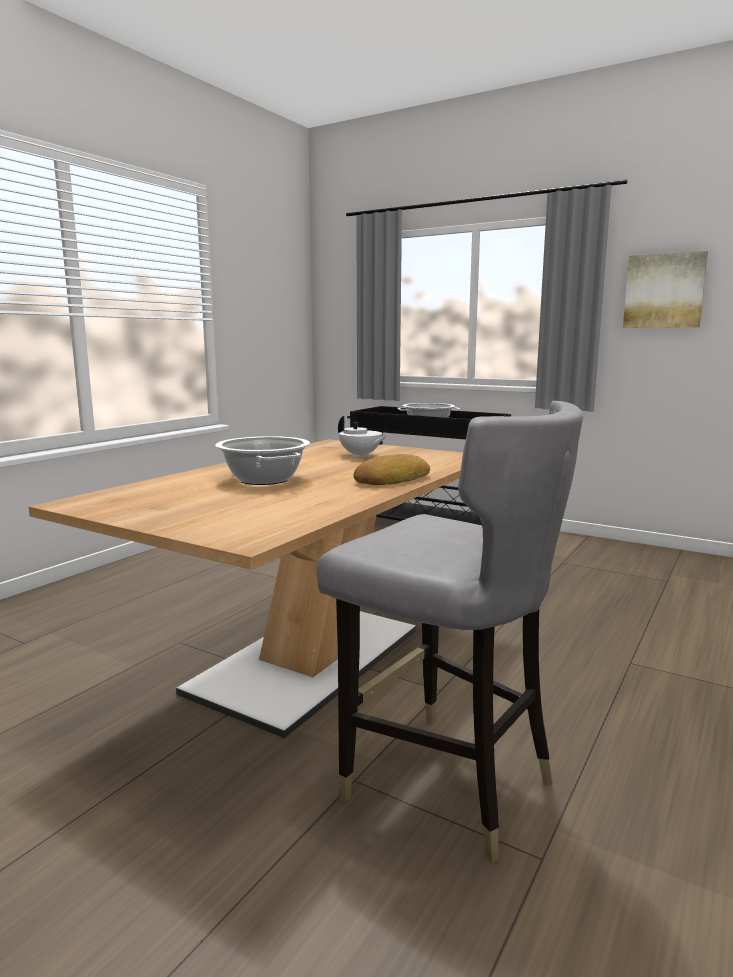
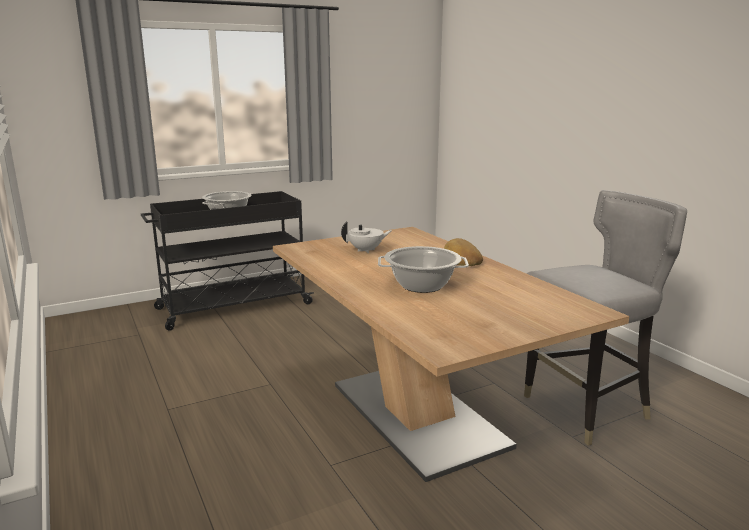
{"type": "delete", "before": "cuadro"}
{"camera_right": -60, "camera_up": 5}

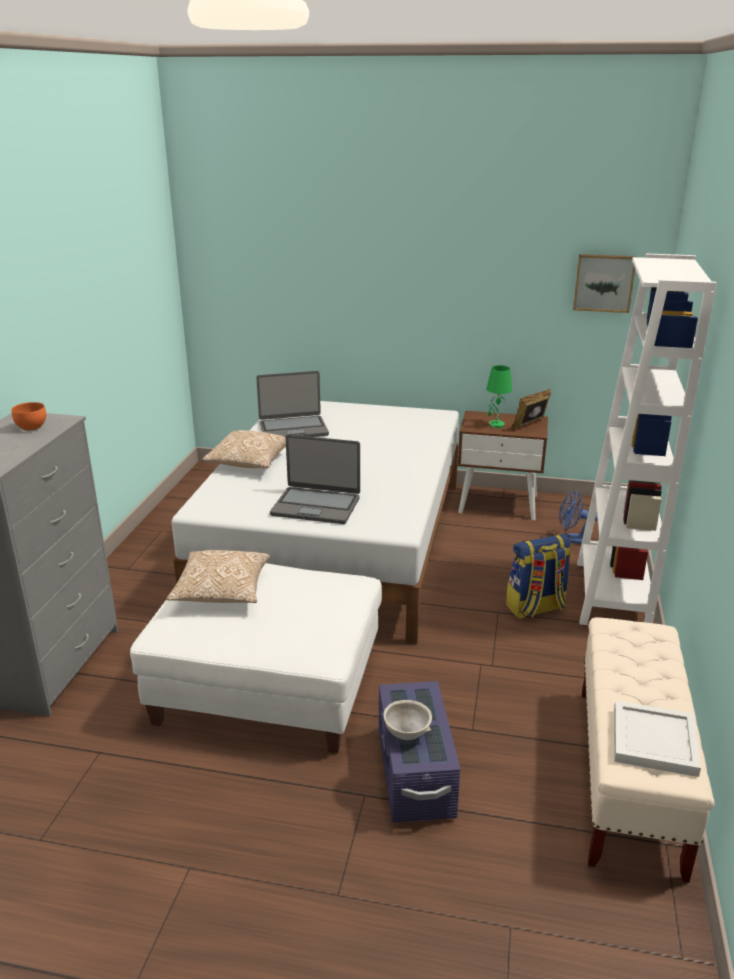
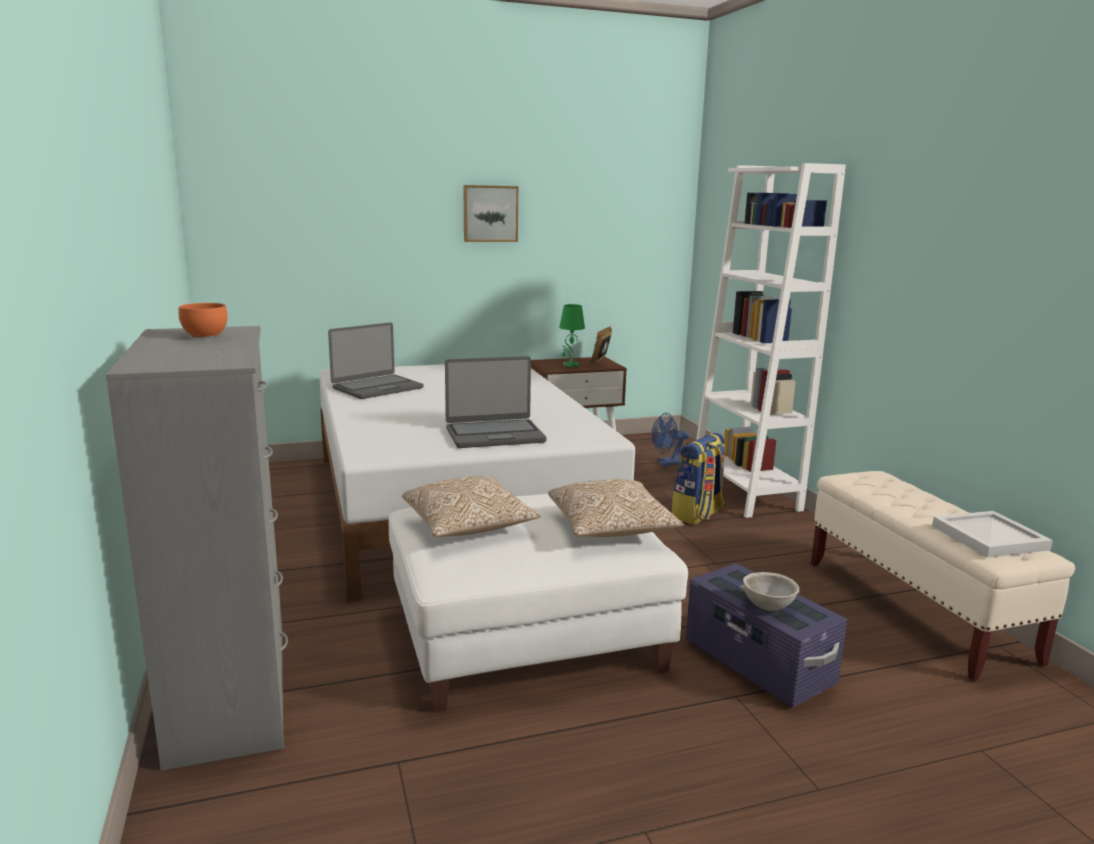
{"type": "move", "before": "cojín (2nd from left)"}
{"type": "move", "before": "cuadro"}
{"camera_right": -30, "camera_up": -10}

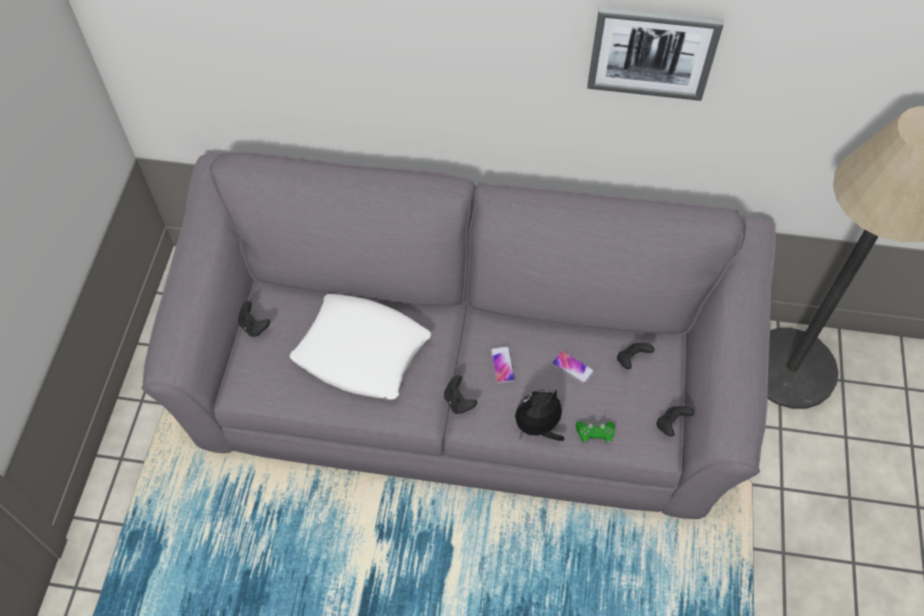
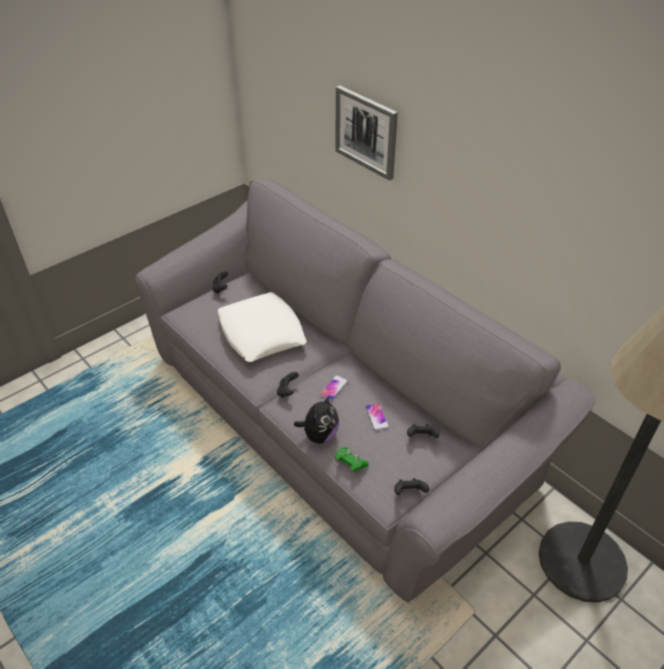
{"type": "rotate", "before": "peluche", "turn": 105}
{"type": "move", "before": "cuadro"}
{"camera_right": 40, "camera_up": -15}

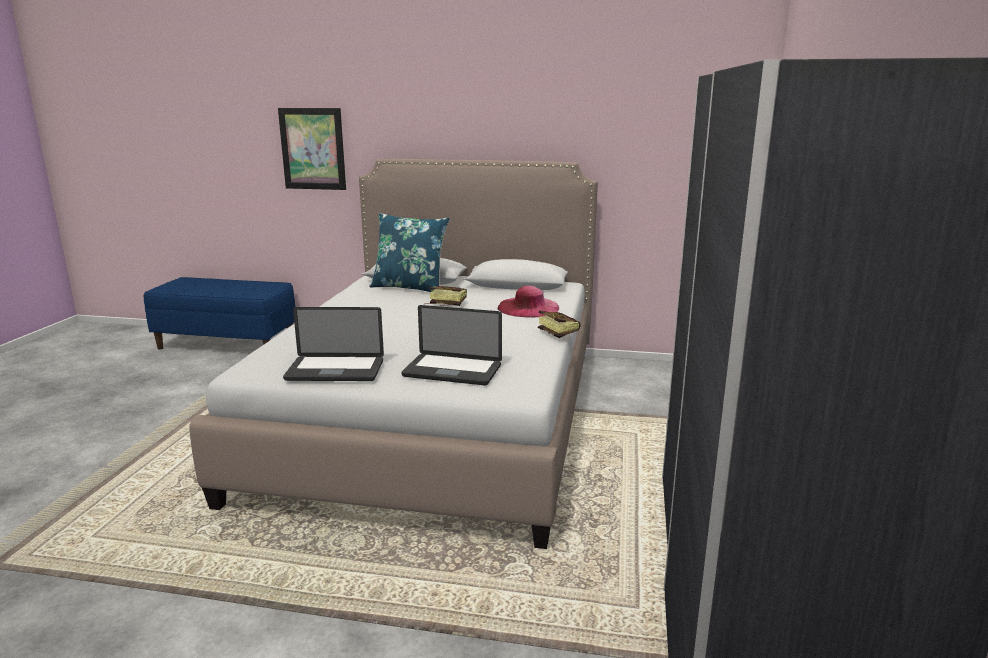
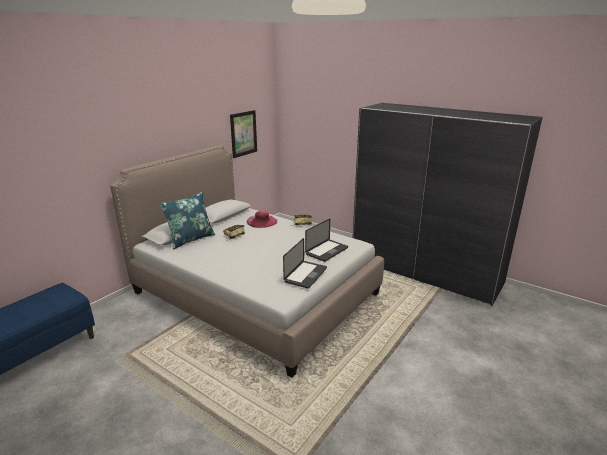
{"type": "move", "before": "cuadro"}
{"camera_right": -65, "camera_up": 5}

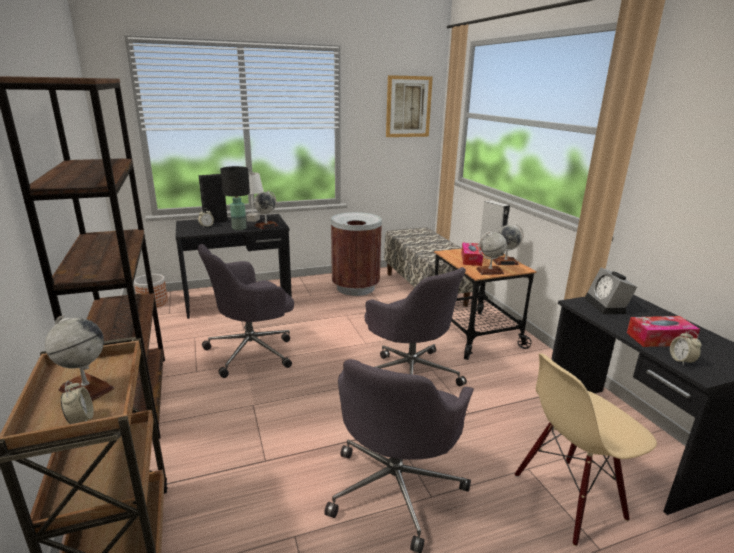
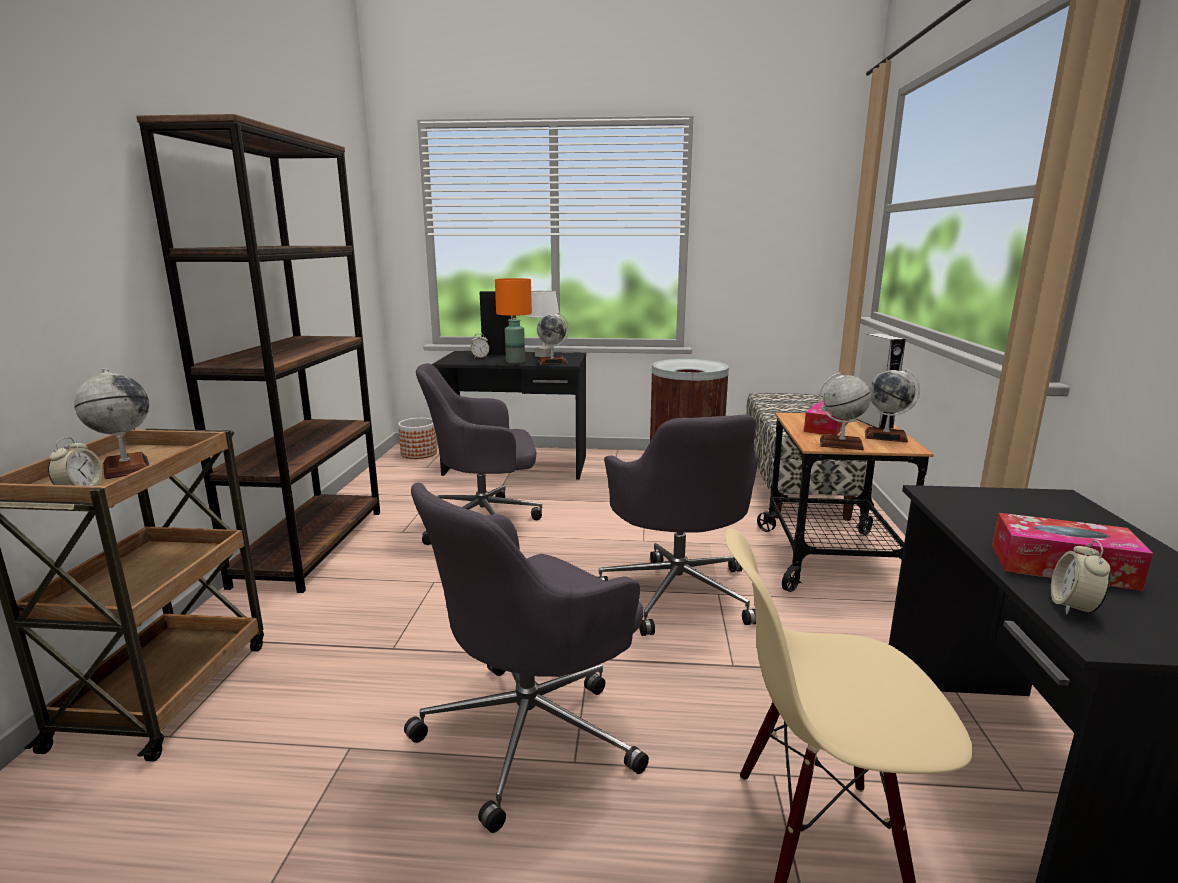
{"type": "recolor", "before": "lámpara de mesa/negro", "after": "lámpara de mesa/naranja"}
{"type": "delete", "before": "cuadro"}
{"type": "delete", "before": "despertador (3rd from left)"}
{"camera_right": 25, "camera_up": -5}

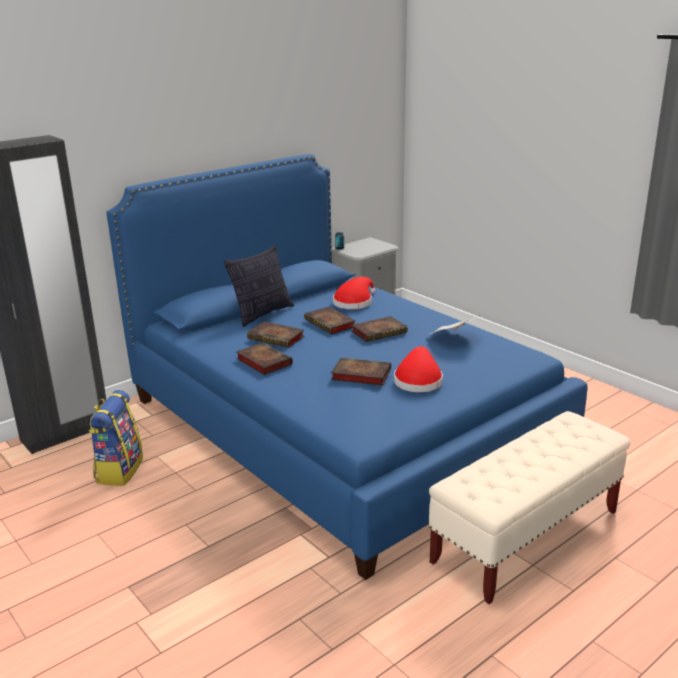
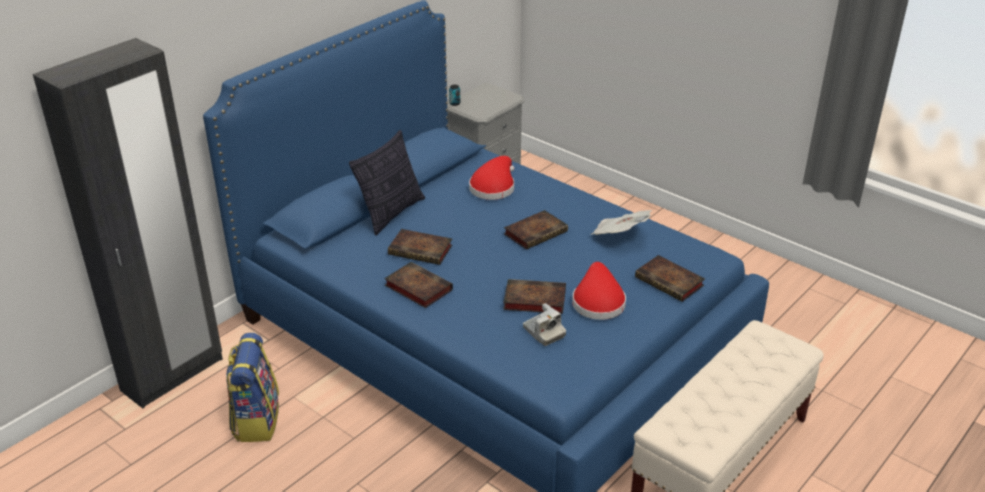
{"type": "move", "before": "libro (3rd from left in the first image)", "after": "libro (5th from left)"}
{"type": "insert", "after": "cámara"}
{"camera_right": -10, "camera_up": 10}

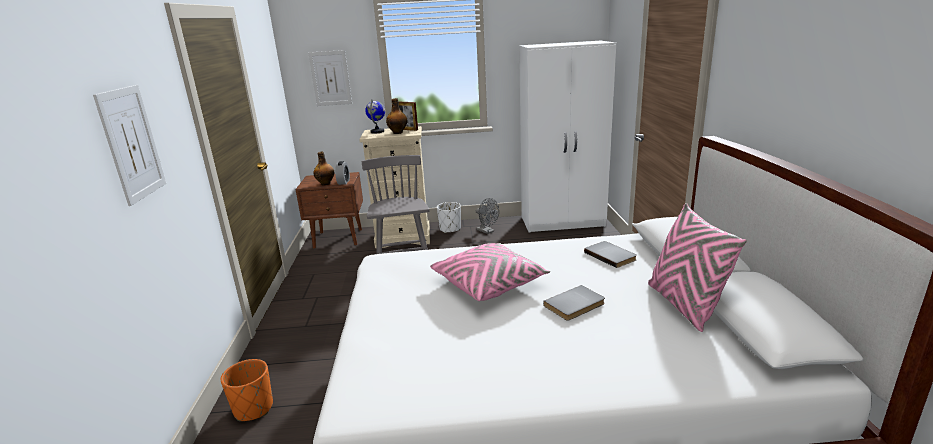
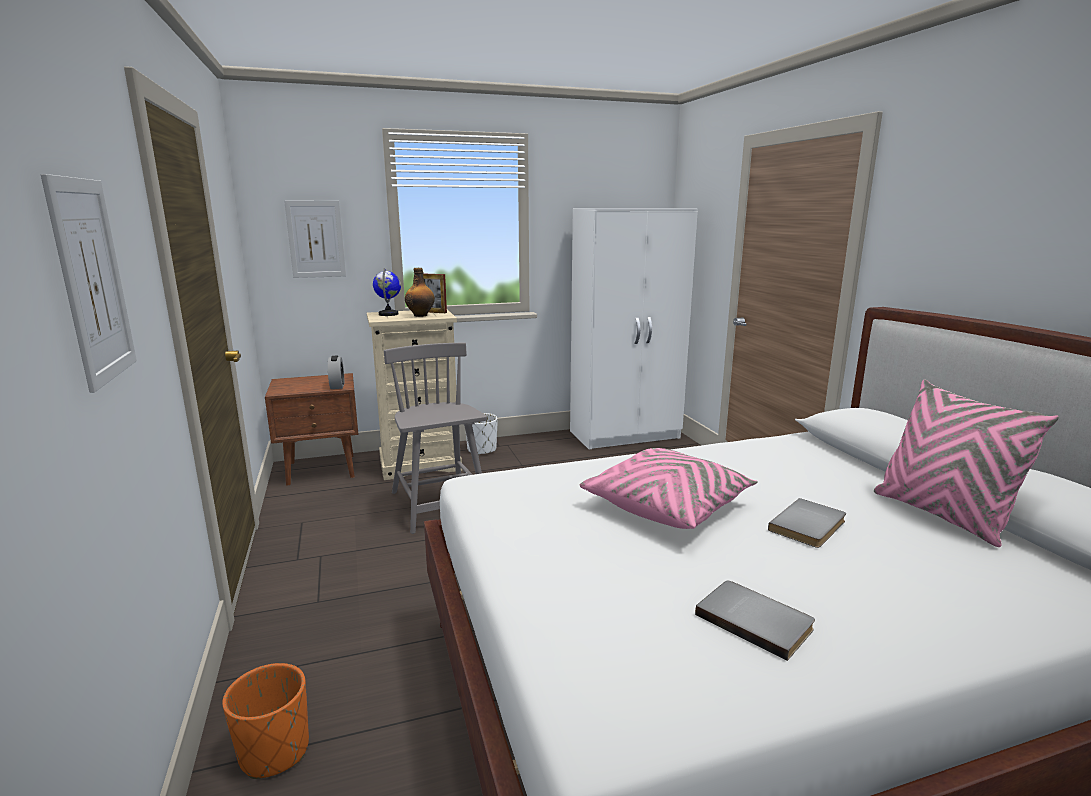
{"type": "delete", "before": "botella (1st from left)"}
{"type": "delete", "before": "ventilador/gris"}
{"type": "move", "before": "libro/gris (2nd from left in the first image)", "after": "libro/gris (1st from left)"}
{"camera_right": -15, "camera_up": -5}

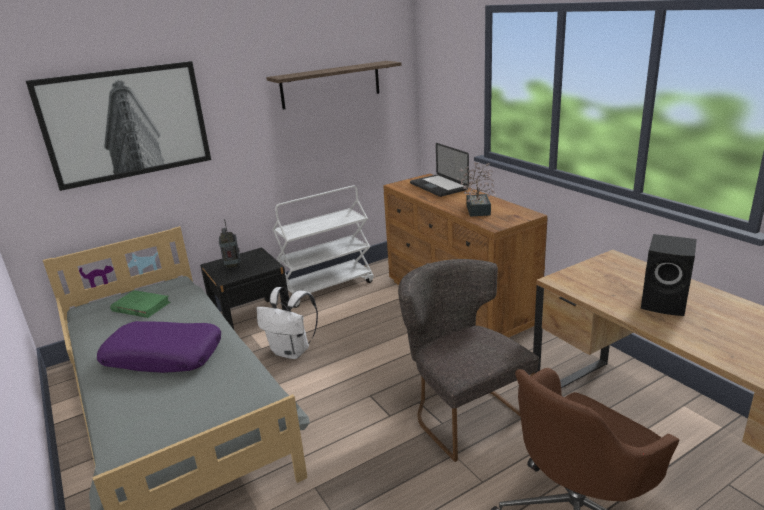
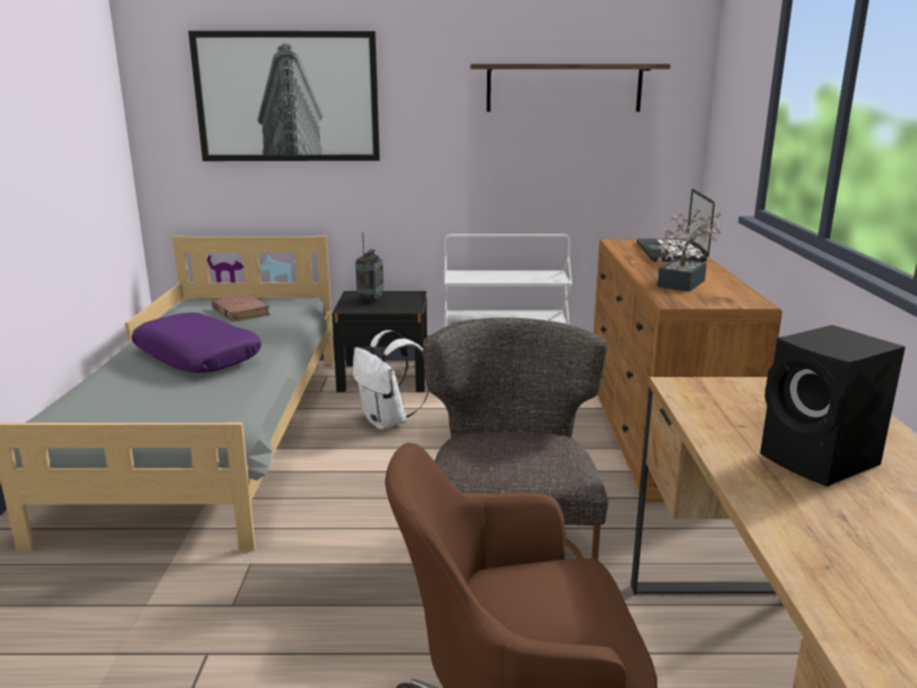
{"type": "recolor", "before": "libro/verde", "after": "libro/marrón"}
{"camera_right": 30, "camera_up": -5}

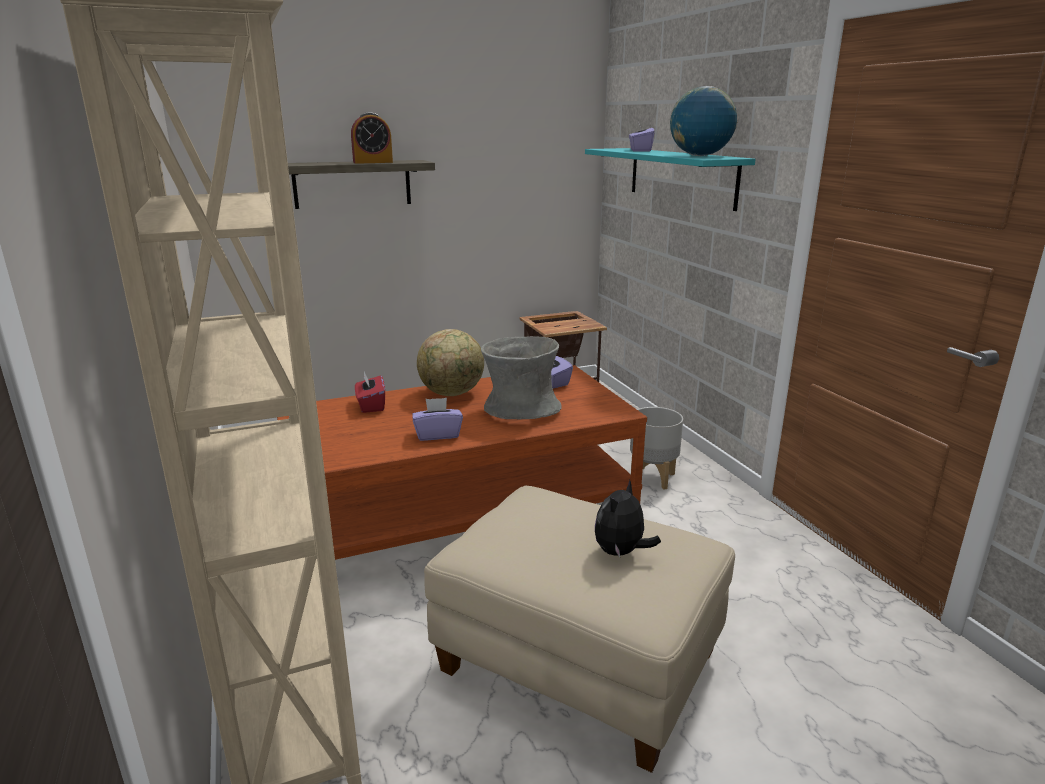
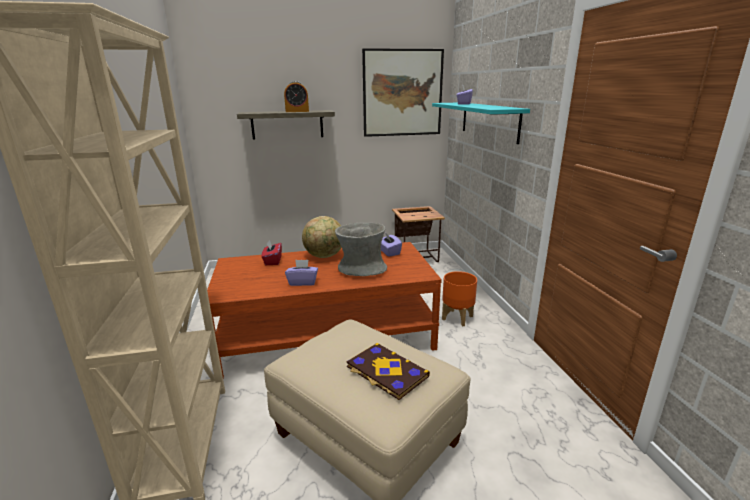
{"type": "replace", "before": "peluche", "after": "libro"}
{"type": "recolor", "before": "maceta/gris", "after": "maceta/naranja"}
{"type": "delete", "before": "globo terráqueo (2nd from left)"}
{"type": "insert", "after": "cuadro"}
{"camera_right": 10, "camera_up": 0}

